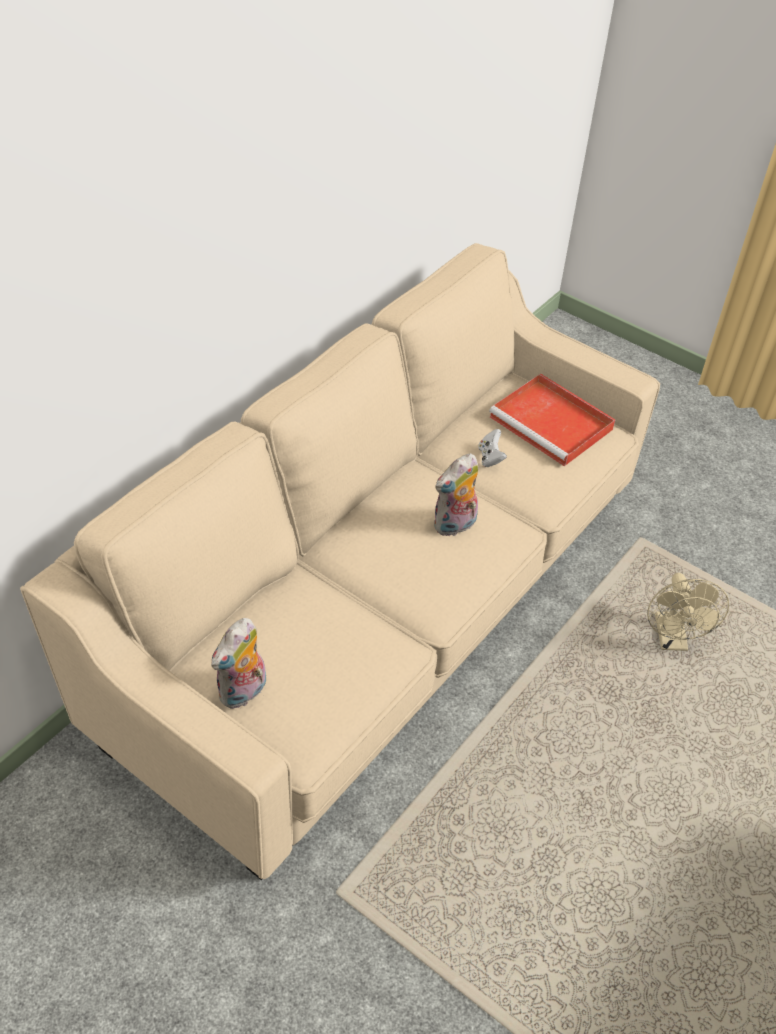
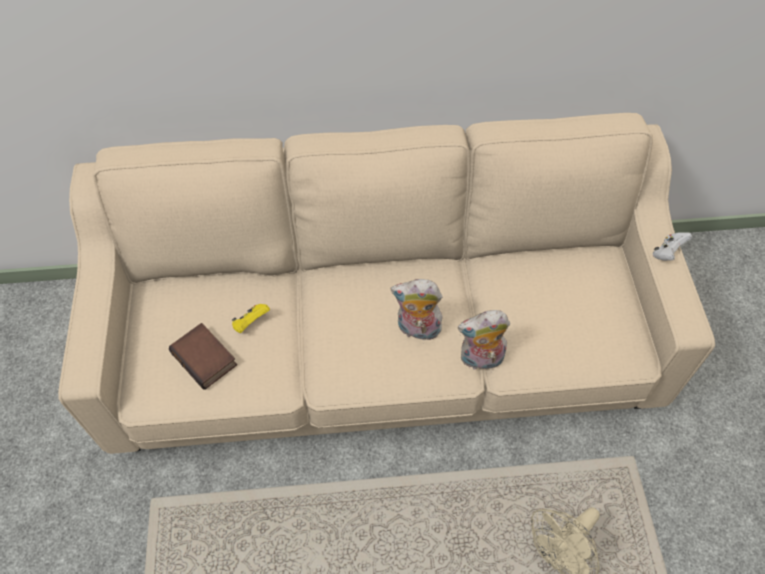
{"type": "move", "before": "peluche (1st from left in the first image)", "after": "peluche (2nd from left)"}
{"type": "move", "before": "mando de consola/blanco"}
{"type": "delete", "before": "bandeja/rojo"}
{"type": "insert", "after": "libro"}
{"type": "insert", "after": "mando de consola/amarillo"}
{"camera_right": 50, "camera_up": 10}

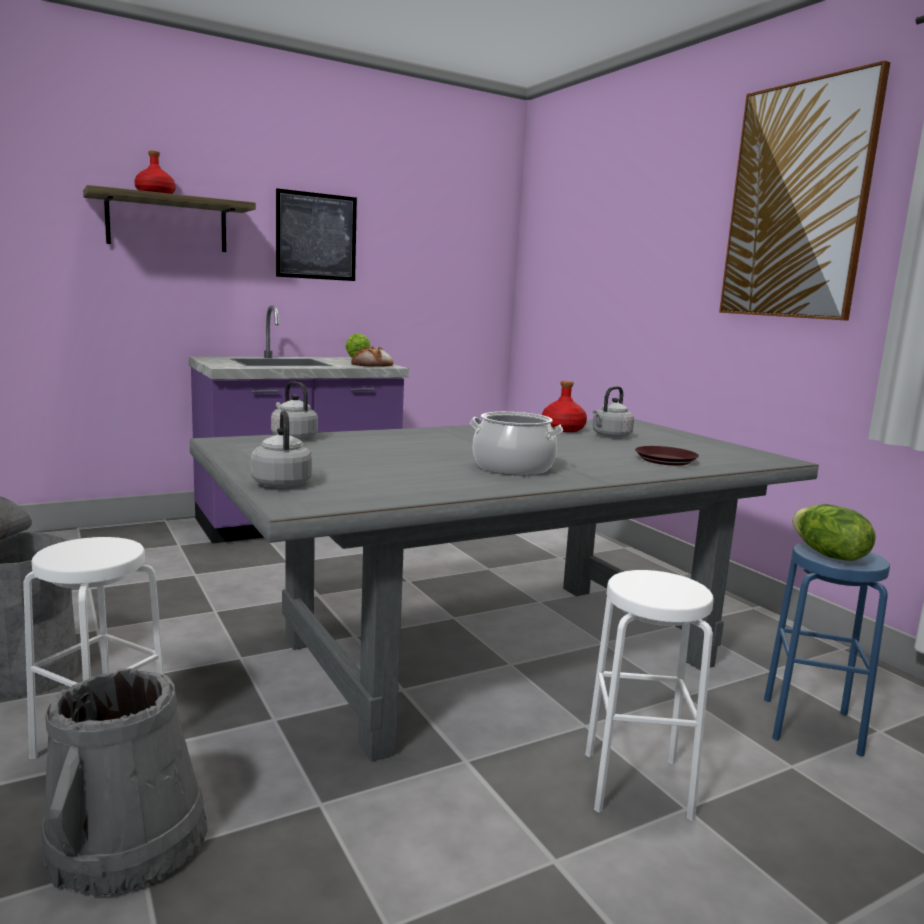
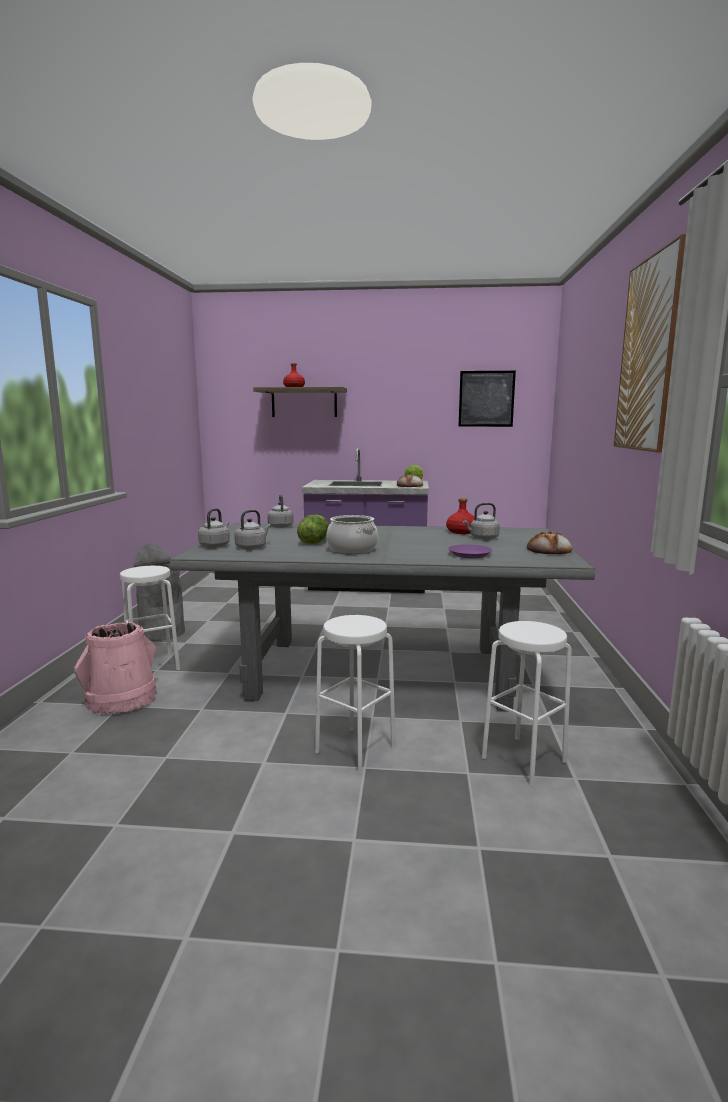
{"type": "recolor", "before": "cubo/gris", "after": "cubo/rosa"}
{"type": "move", "before": "cuadro (1st from left)"}
{"type": "recolor", "before": "plato/marrón", "after": "plato/morado"}
{"type": "recolor", "before": "taburete/azul", "after": "taburete/blanco (3rd from left)"}
{"type": "move", "before": "lechuga (2nd from left in the first image)", "after": "lechuga (1st from left)"}
{"type": "insert", "after": "hervidor/gris (2nd from left)"}
{"type": "insert", "after": "pan (2nd from left)"}
{"camera_right": 35, "camera_up": 0}

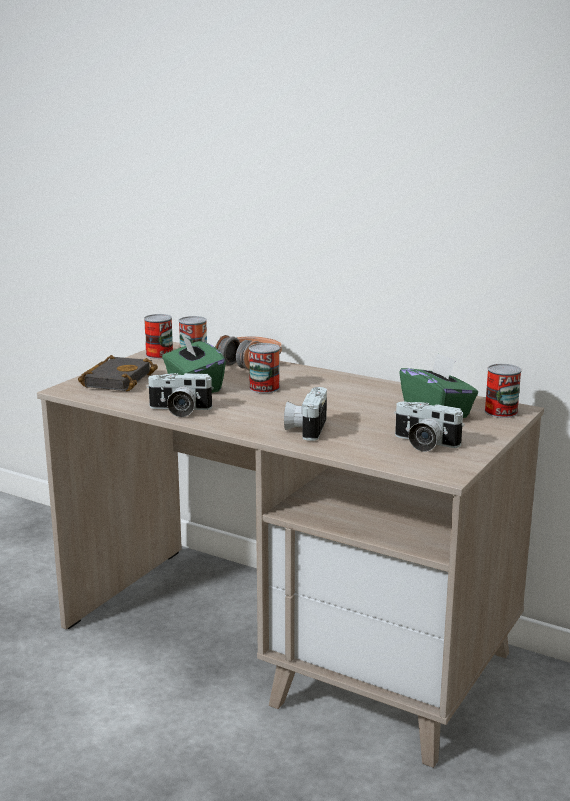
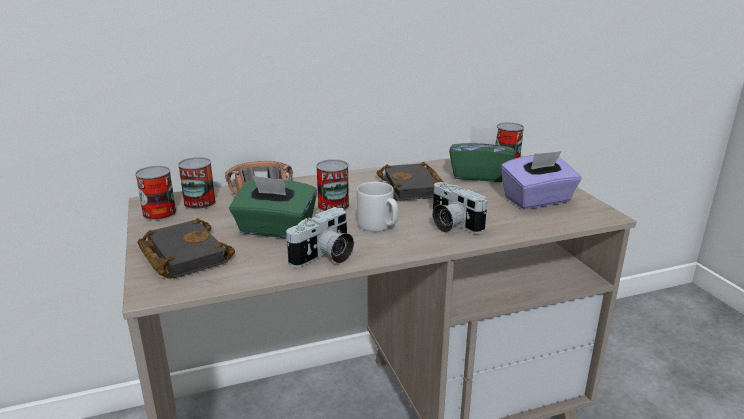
{"type": "replace", "before": "cámara (3rd from left)", "after": "caja de pañuelos/morado"}
{"type": "insert", "after": "taza grande/gris"}
{"type": "insert", "after": "libro/negro (2nd from left)"}
{"camera_right": -50, "camera_up": 5}

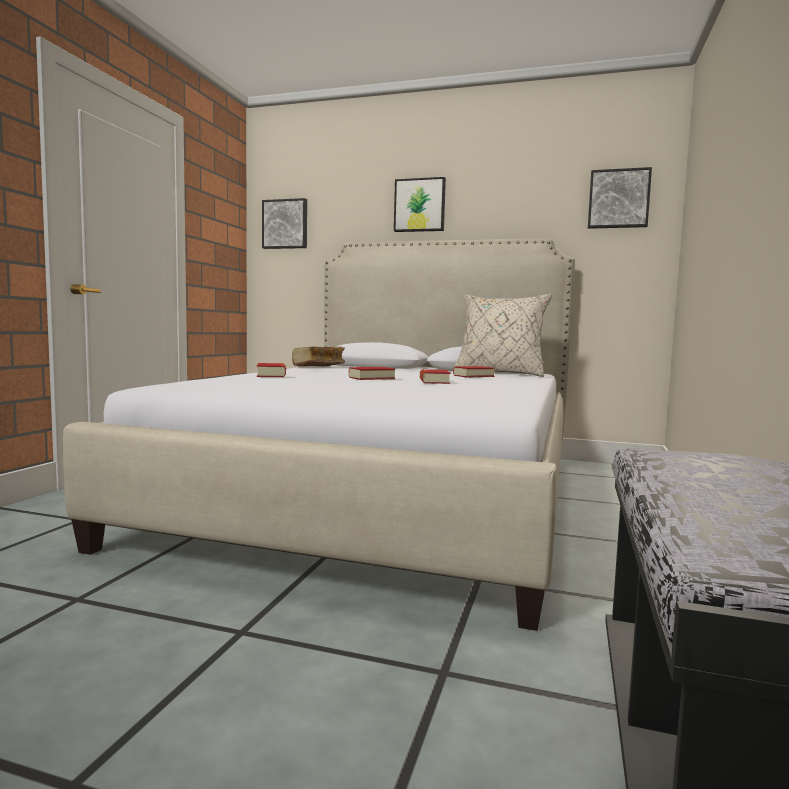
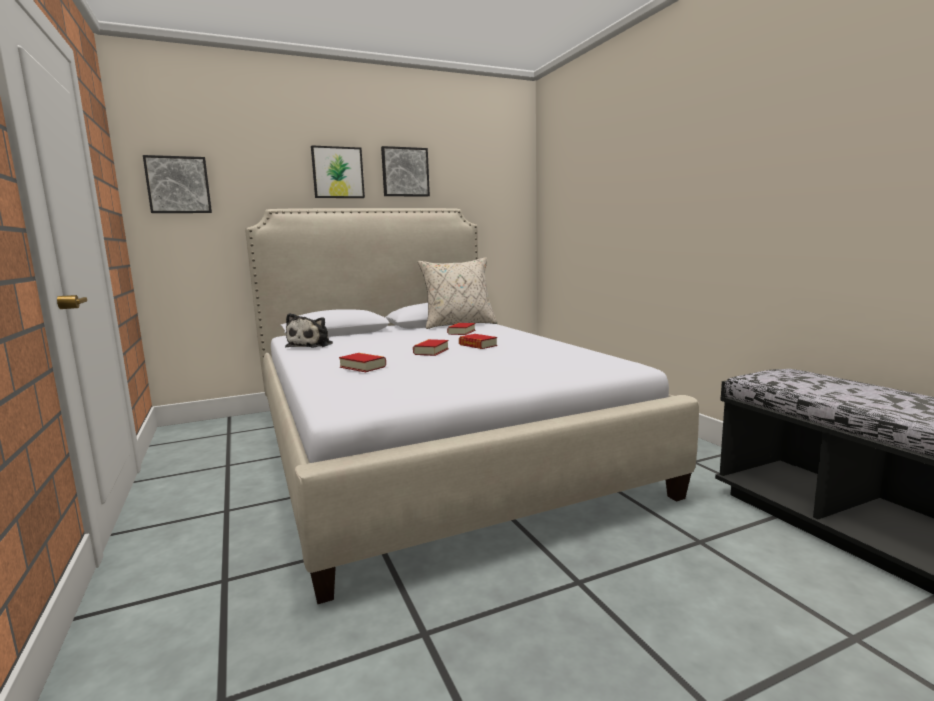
{"type": "replace", "before": "libro (2nd from left)", "after": "peluche"}
{"type": "move", "before": "cuadro (3rd from left)"}
{"camera_right": -40, "camera_up": 5}

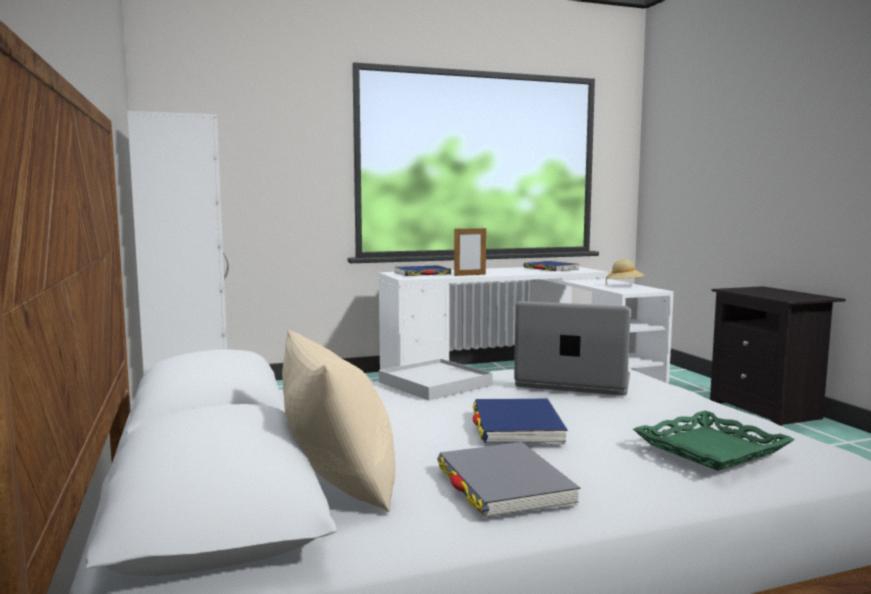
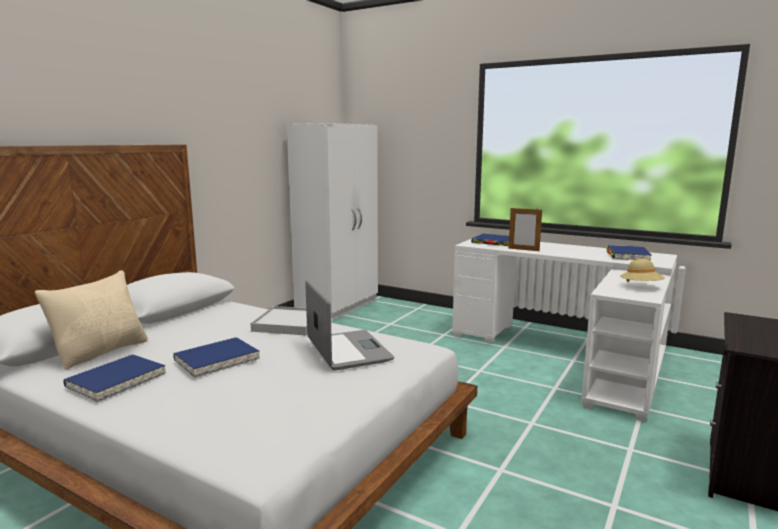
{"type": "recolor", "before": "libro/gris", "after": "libro/azul (1st from left)"}
{"type": "delete", "before": "bandeja/verde"}
{"camera_right": 50, "camera_up": 5}

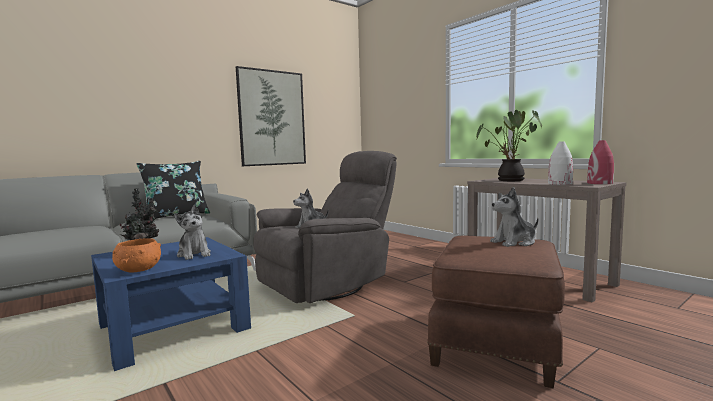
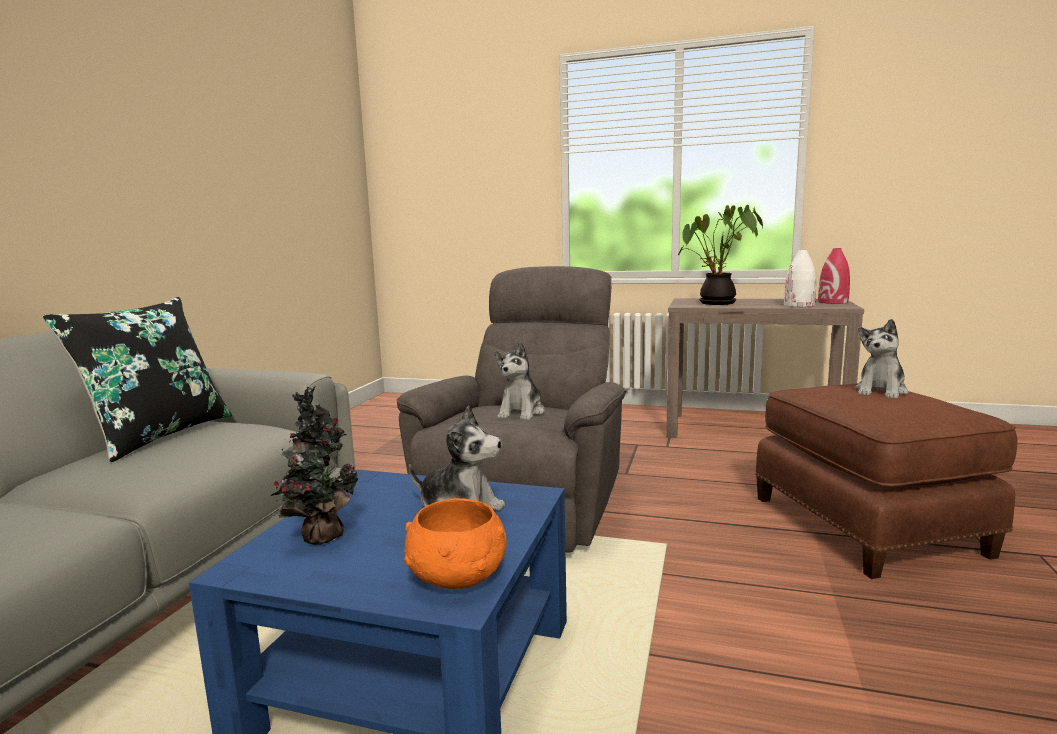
{"type": "delete", "before": "cuadro"}
{"camera_right": -35, "camera_up": 5}

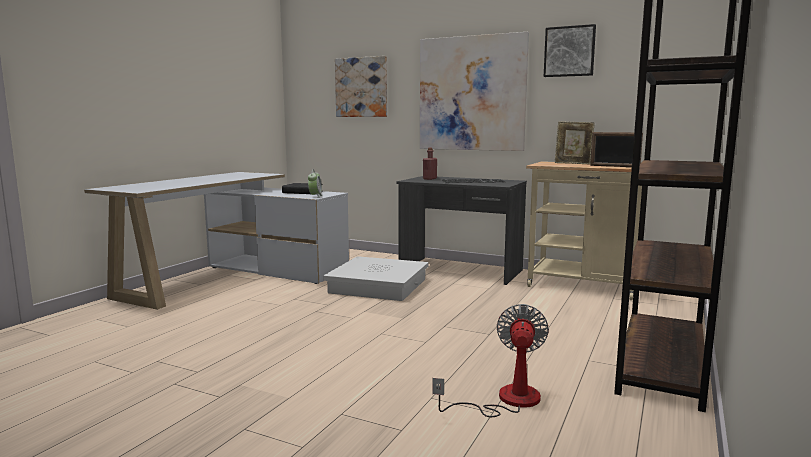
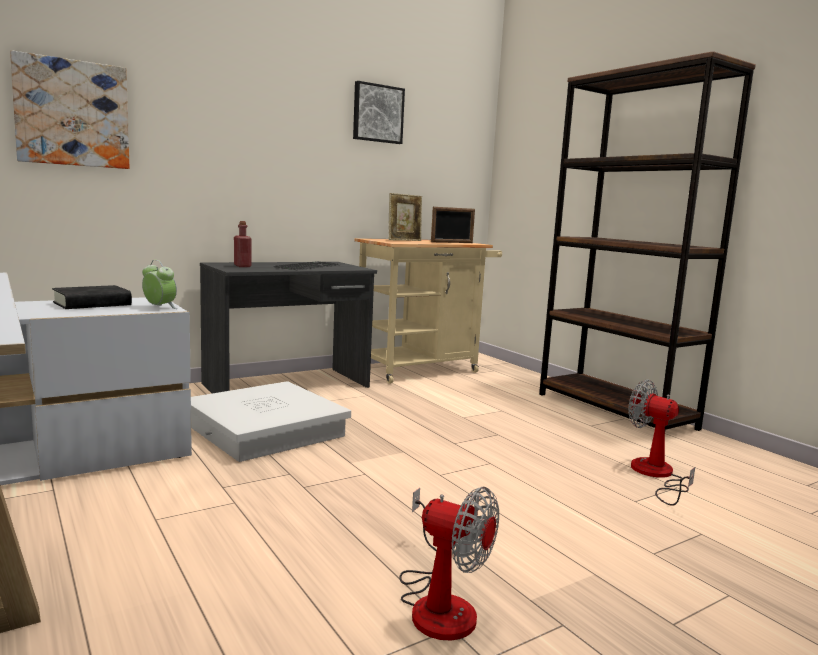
{"type": "delete", "before": "cuadro (2nd from left)"}
{"type": "insert", "after": "ventilador (1st from left)"}
{"camera_right": -60, "camera_up": 0}

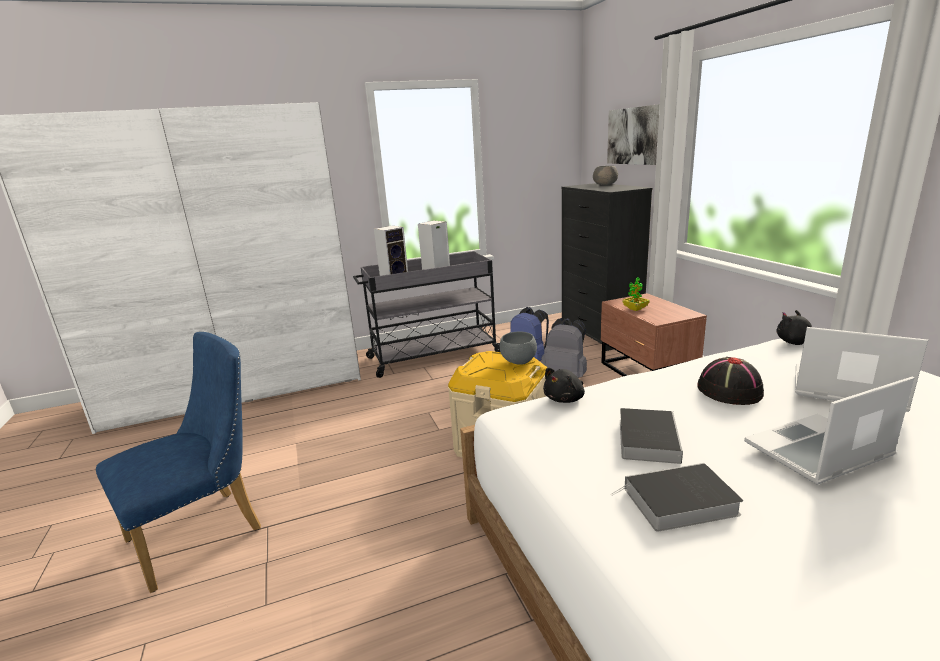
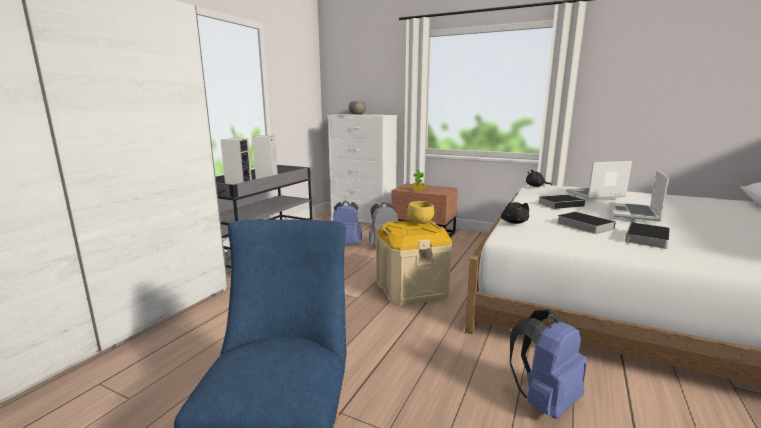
{"type": "recolor", "before": "cuenco/gris (1st from left)", "after": "cuenco/amarillo"}
{"type": "recolor", "before": "cómoda/negro", "after": "cómoda/blanco"}
{"type": "delete", "before": "cuadro"}
{"type": "replace", "before": "sombrero/negro", "after": "libro (1st from left)"}
{"type": "insert", "after": "mochila/azul (2nd from left)"}
{"camera_right": -45, "camera_up": -5}

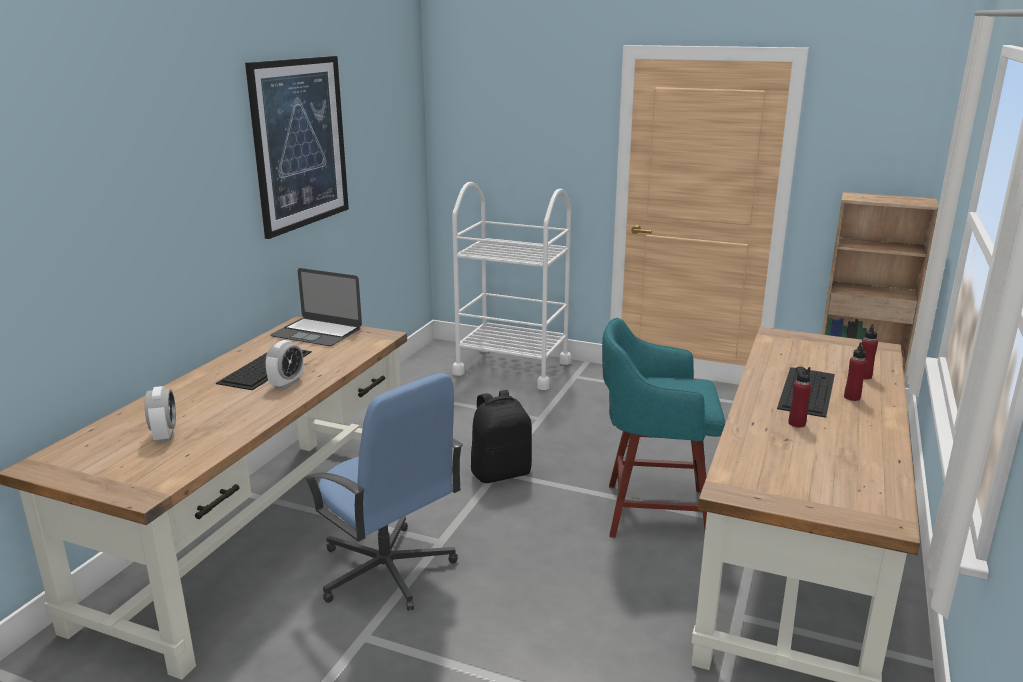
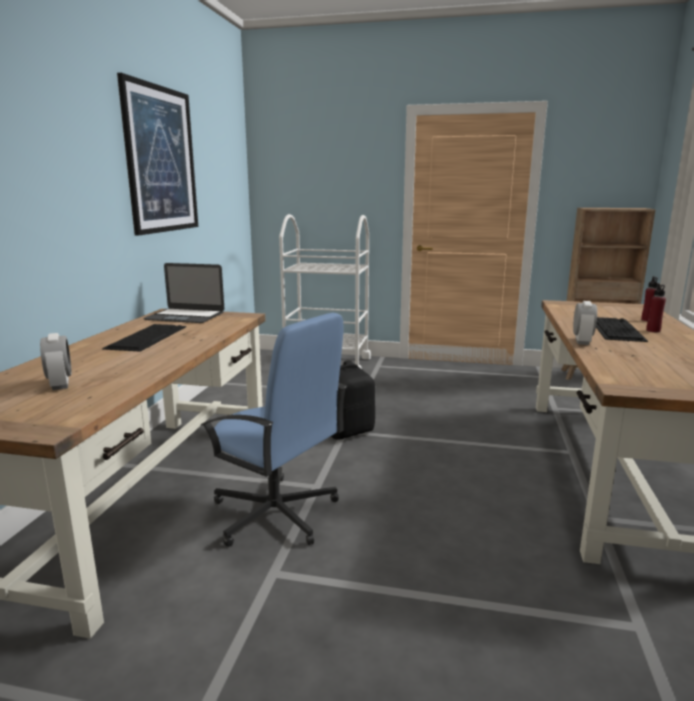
{"type": "move", "before": "despertador (2nd from left)"}
{"type": "delete", "before": "taburete/turquesa"}
{"type": "delete", "before": "botella/rojo (1st from left)"}
{"camera_right": -10, "camera_up": -5}

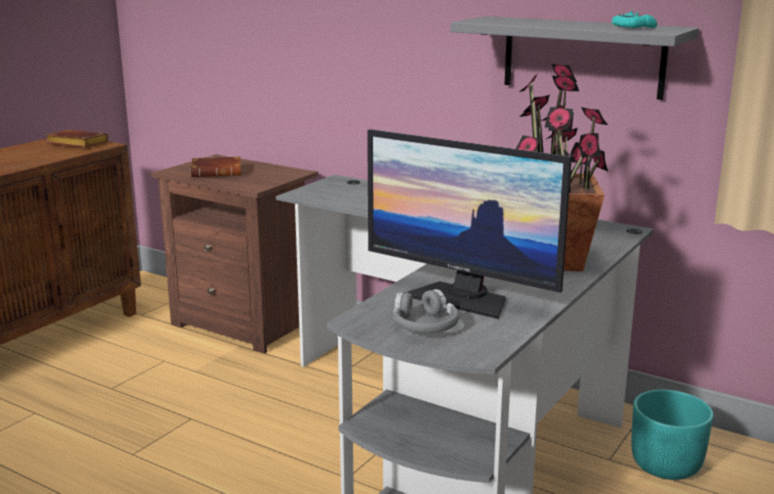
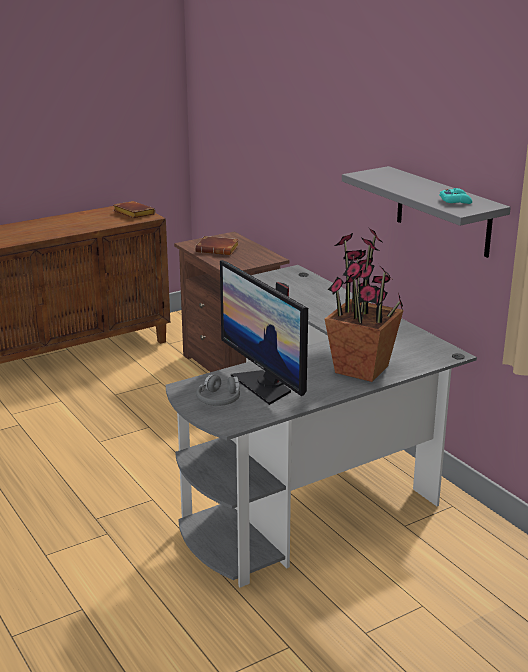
{"type": "delete", "before": "maceta/turquesa"}
{"camera_right": 25, "camera_up": 5}

